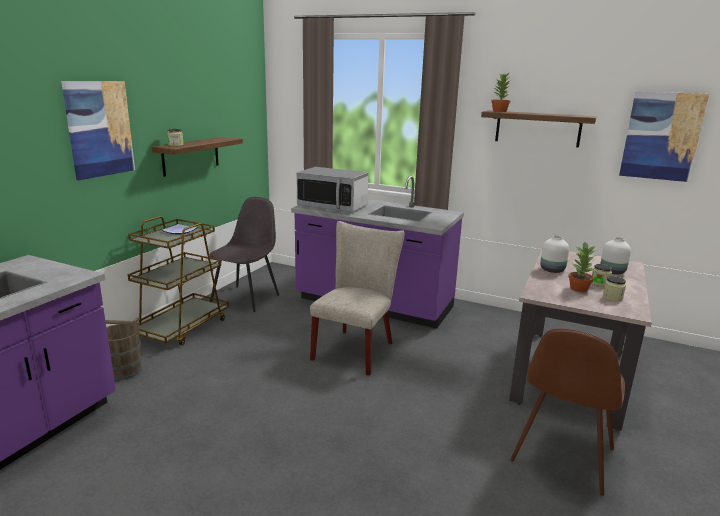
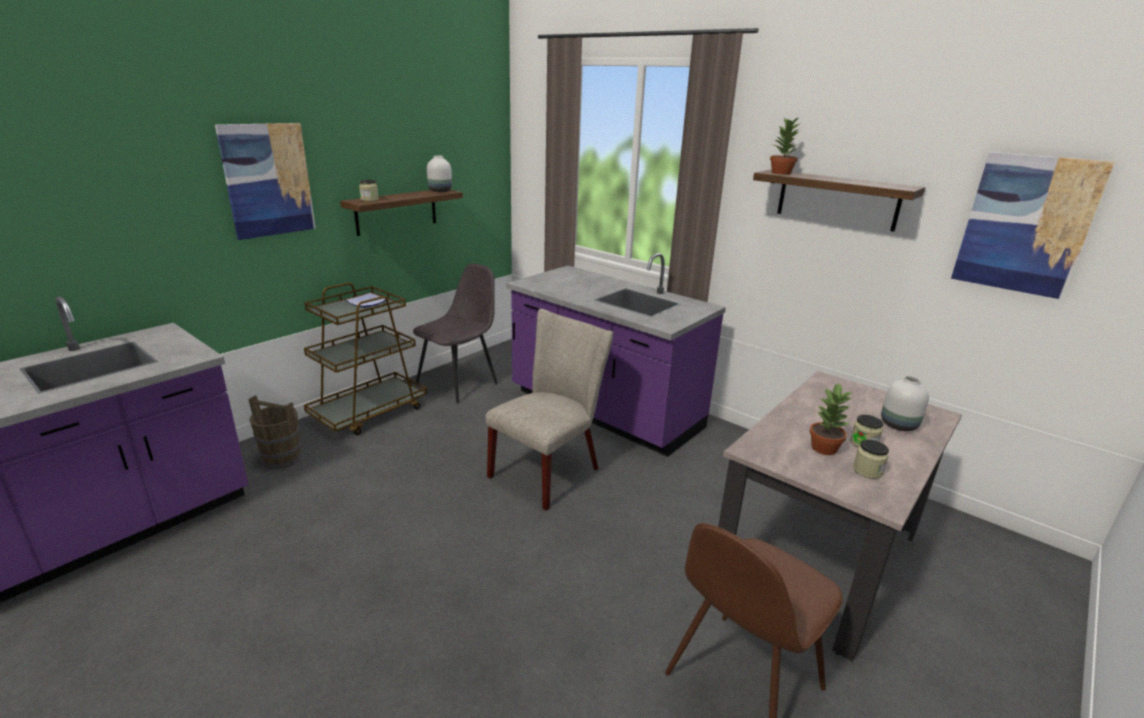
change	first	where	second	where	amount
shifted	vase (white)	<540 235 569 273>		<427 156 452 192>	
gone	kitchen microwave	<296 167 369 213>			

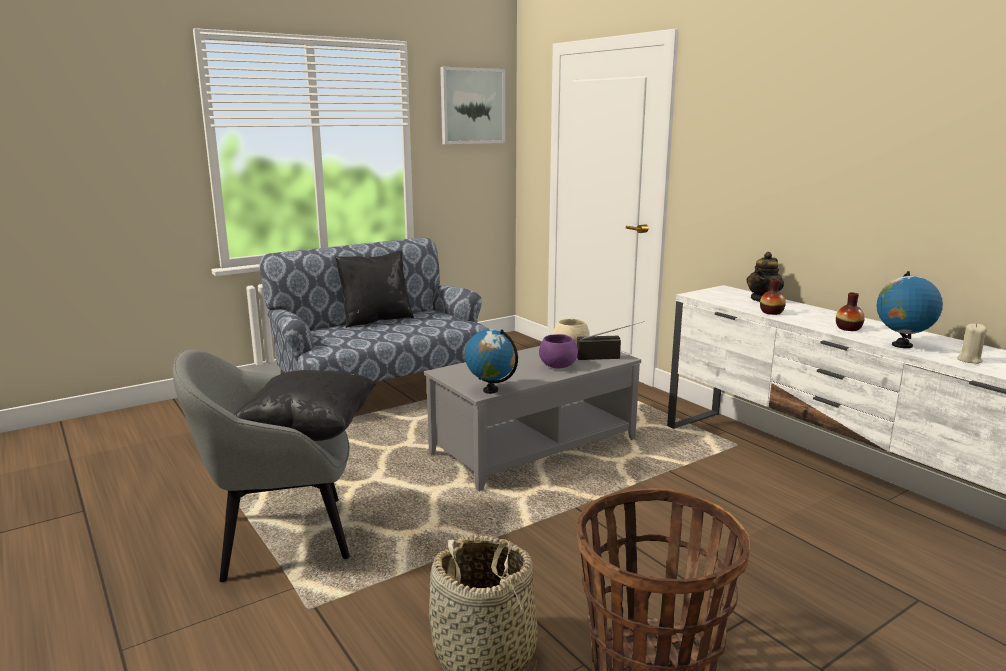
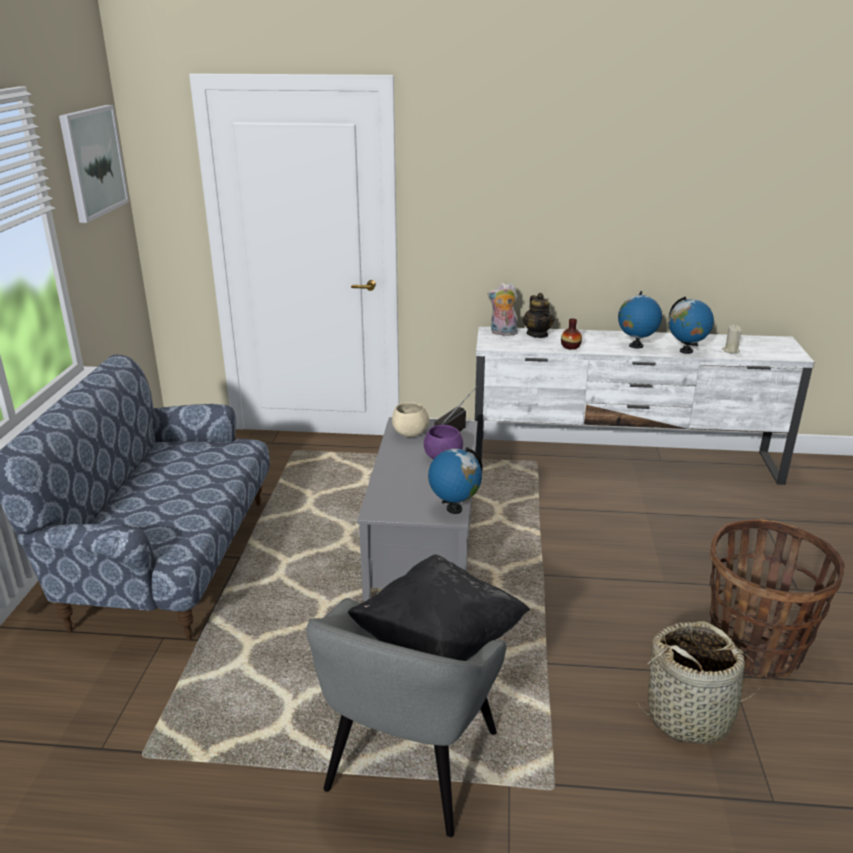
change	first	where	second	where	amount
new			cuddly toy	<488 283 518 337>	
swapped	vase	<836 293 865 331>	world globe	<618 291 662 348>	
gone	throw pillow (blackish)	<335 250 414 328>			

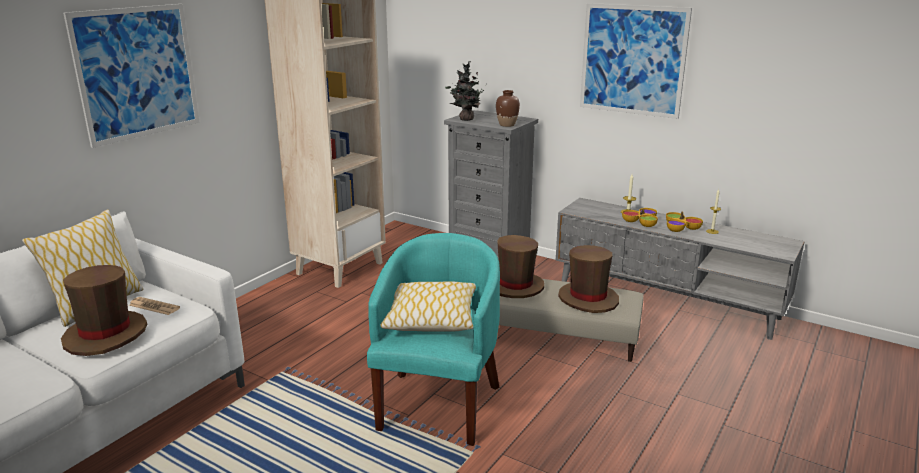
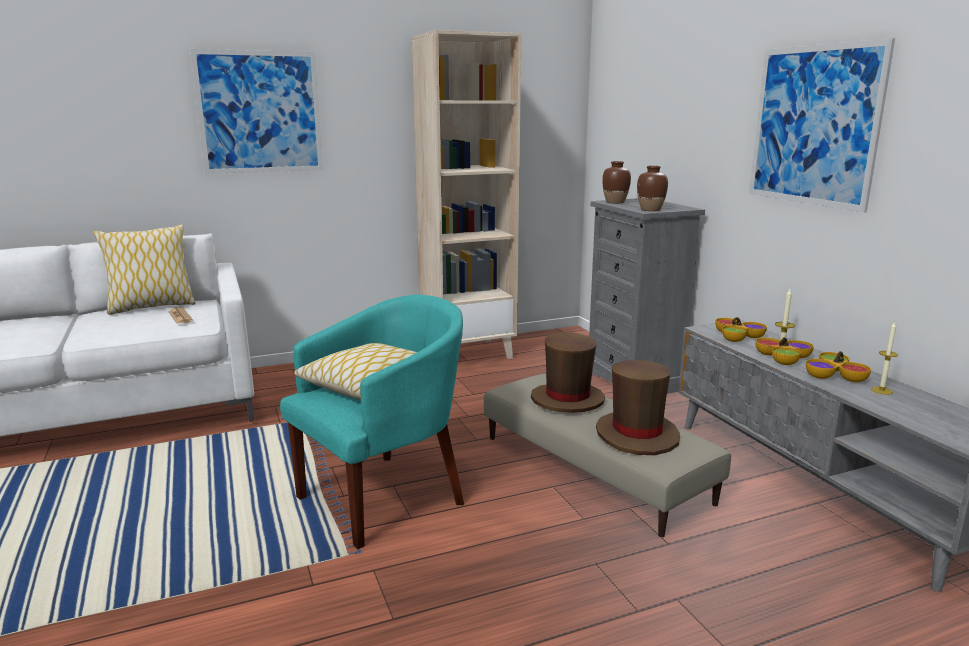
change	first	where	second	where	amount
swapped	plant in a pot	<445 61 484 121>	vase (brownish)	<602 161 631 204>	
new			serving bowl	<715 317 767 342>	
gone	hat (brownish)	<61 265 147 356>			

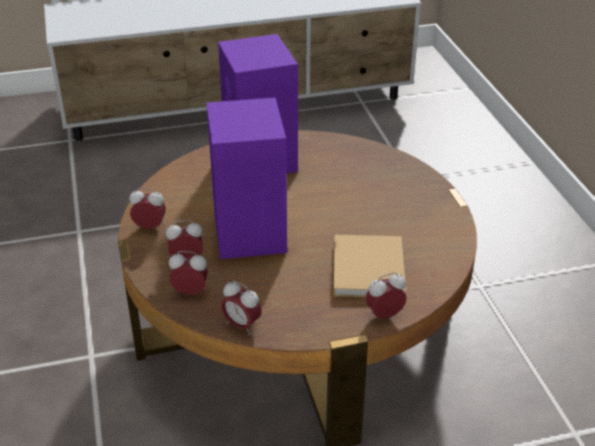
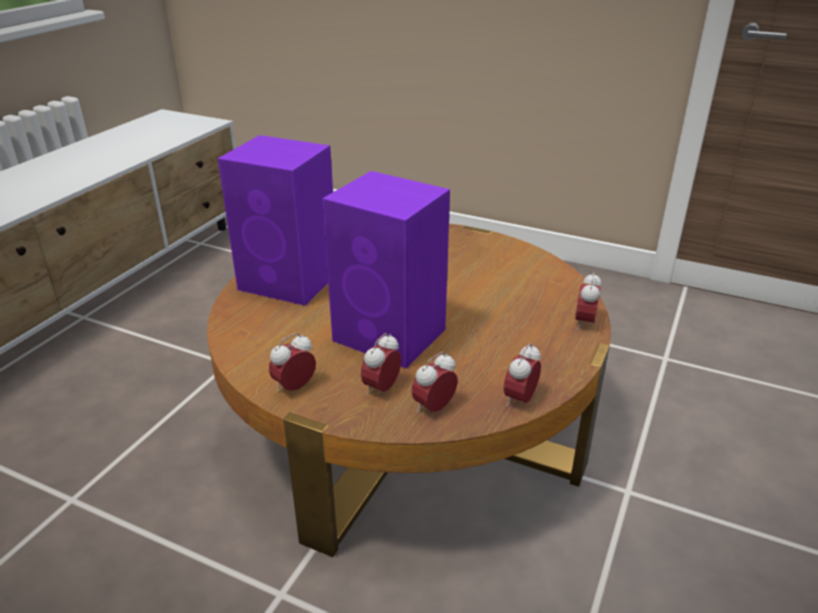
change	first	where	second	where	amount
rotated	alarm clock	<221 281 262 335>		<504 343 541 407>	135 degrees clockwise
gone	bound book (sand-coloured)	<334 235 406 297>			

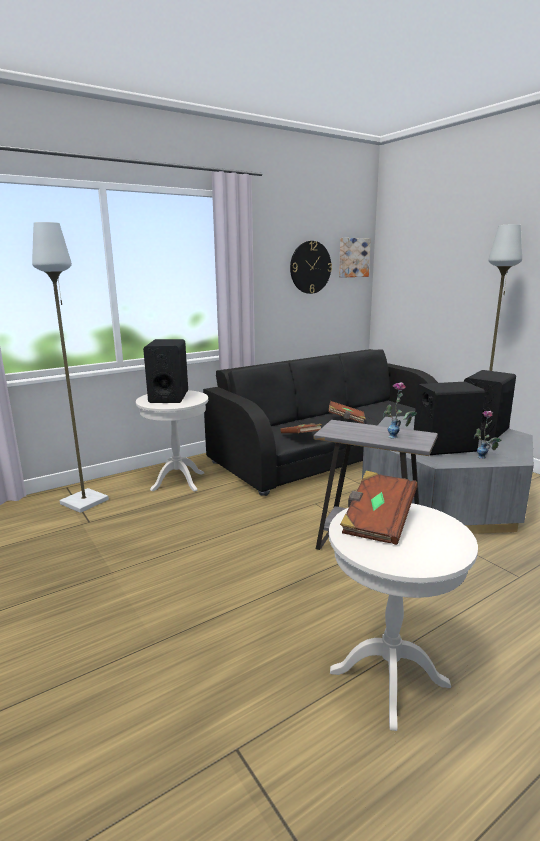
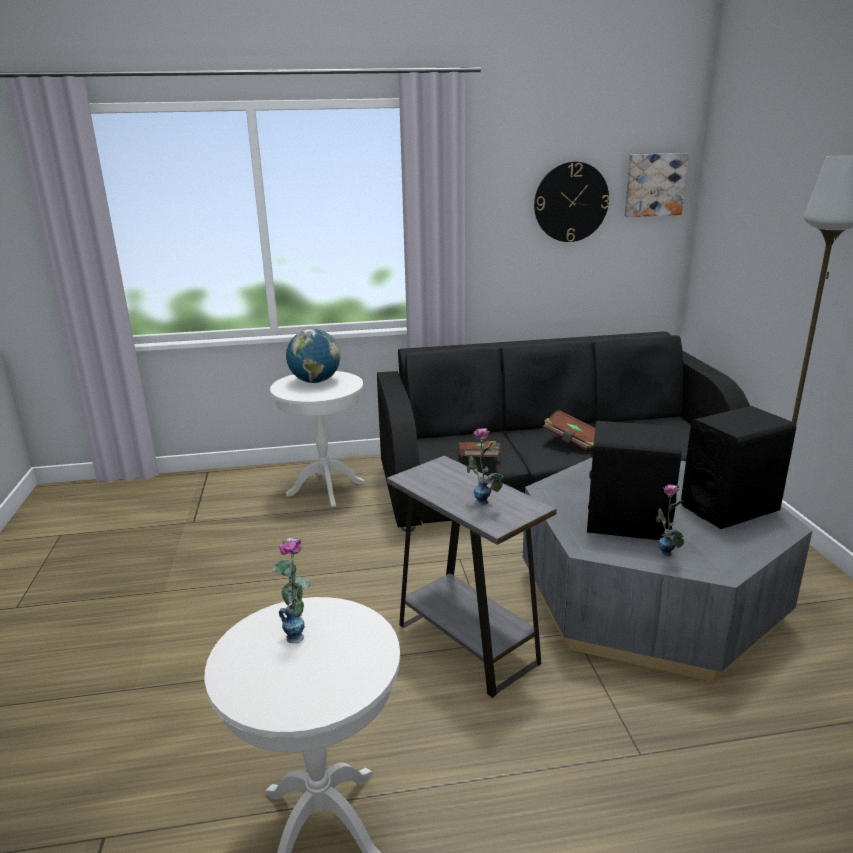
change	first	where	second	where	amount
swapped	bound book (brownish)	<340 471 418 545>	vase	<273 537 311 643>	
swapped	speaker (blackish)	<143 339 188 403>	world globe	<286 329 341 383>	
gone	standard lamp (gray)	<32 222 109 513>			

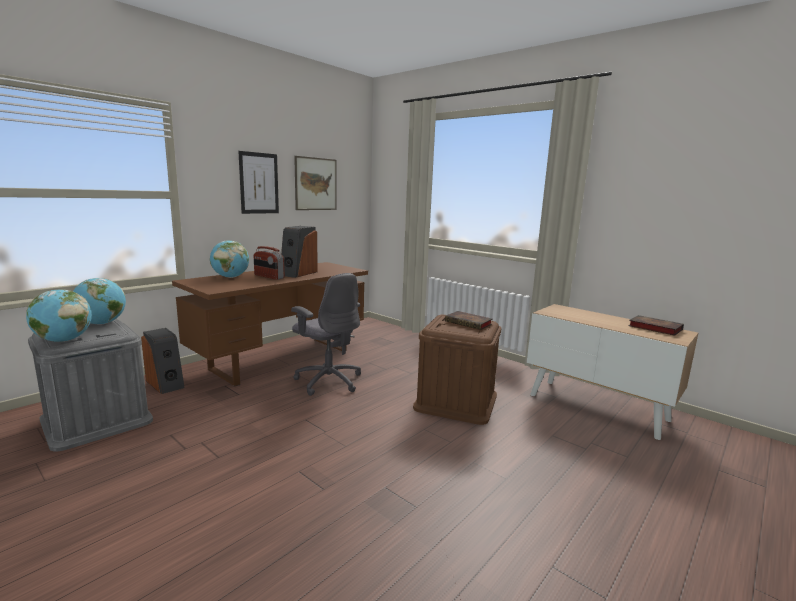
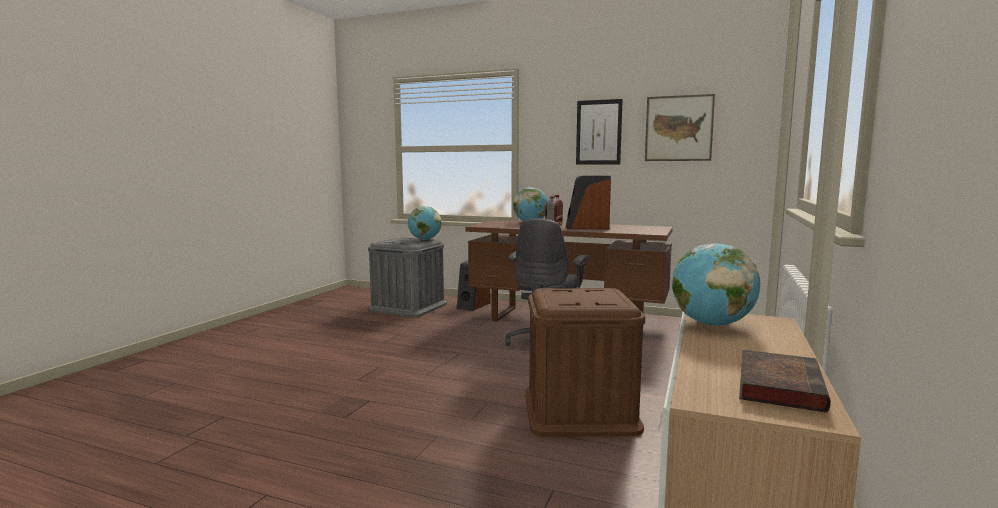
change	first	where	second	where	amount
shifted	world globe	<26 289 92 342>		<672 244 760 326>	
gone	bound book	<445 311 492 330>			

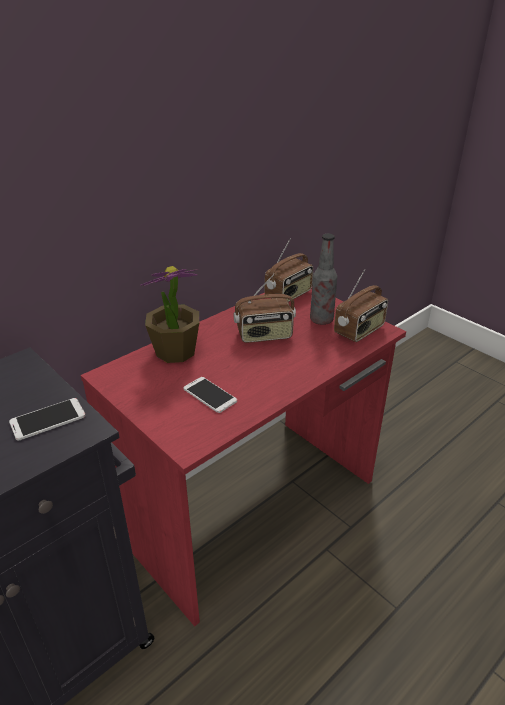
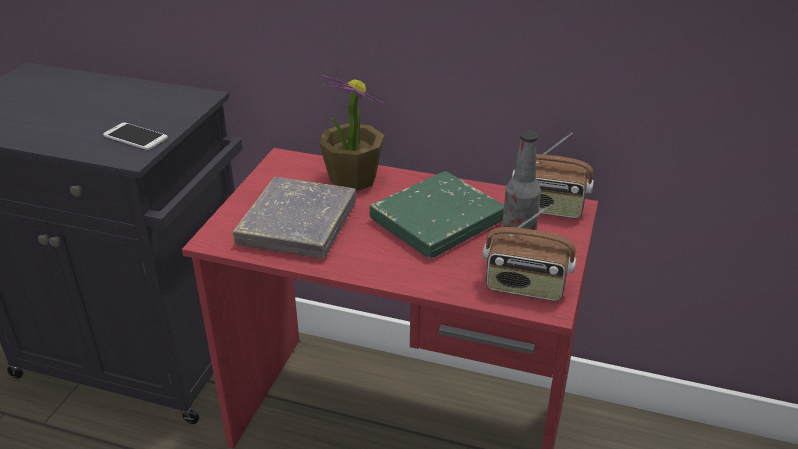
change	first	where	second	where	amount
swapped	telephone	<183 377 237 413>	bound book (gray)	<233 177 356 258>	
swapped	radio set	<233 275 296 343>	bound book (green-coloured)	<369 171 504 258>	

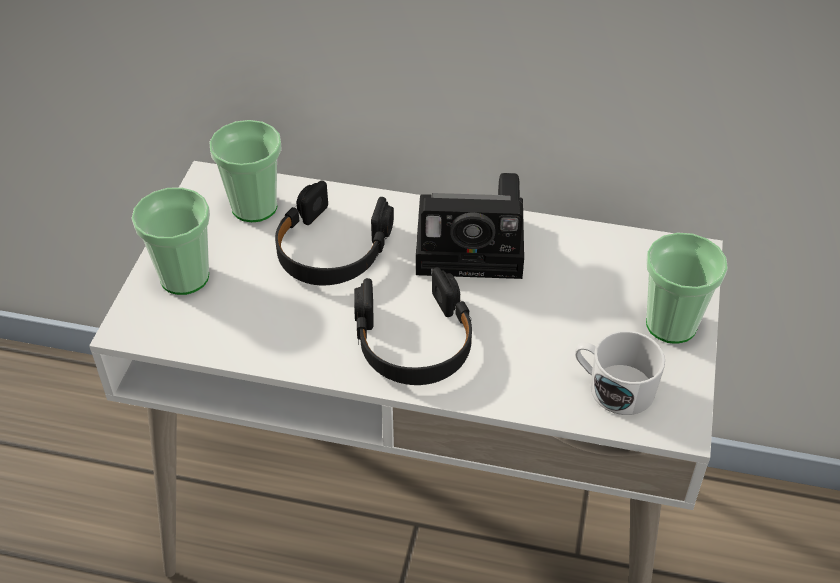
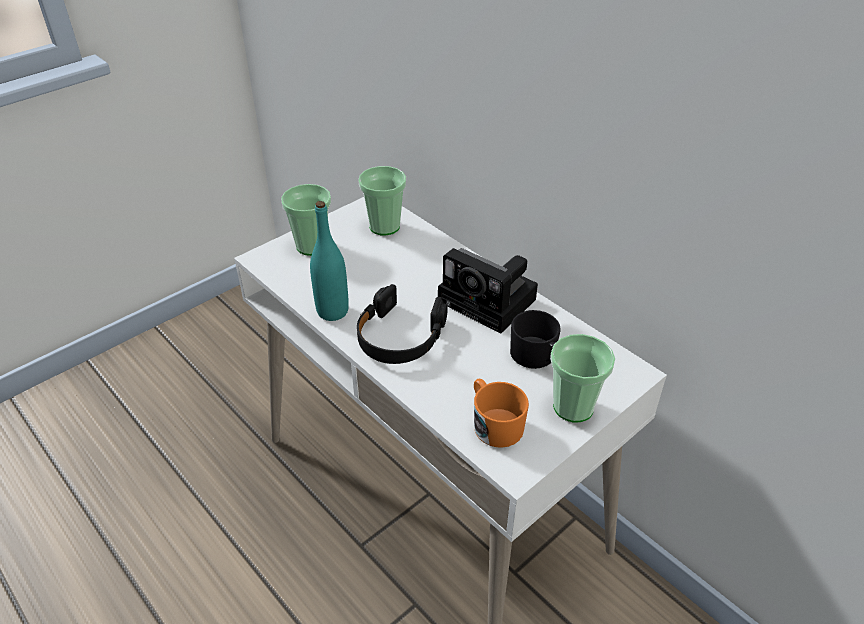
change	first	where	second	where	amount
new			beverage bottle (turquoise-coloured)	<310 201 349 321>	
repainted	tea mug (white)	<575 331 665 415>	tea mug (orange-coloured)	<474 379 529 448>	
new			tea mug (blackish)	<510 310 560 369>	
gone	headset (blackish)	<275 180 394 285>			

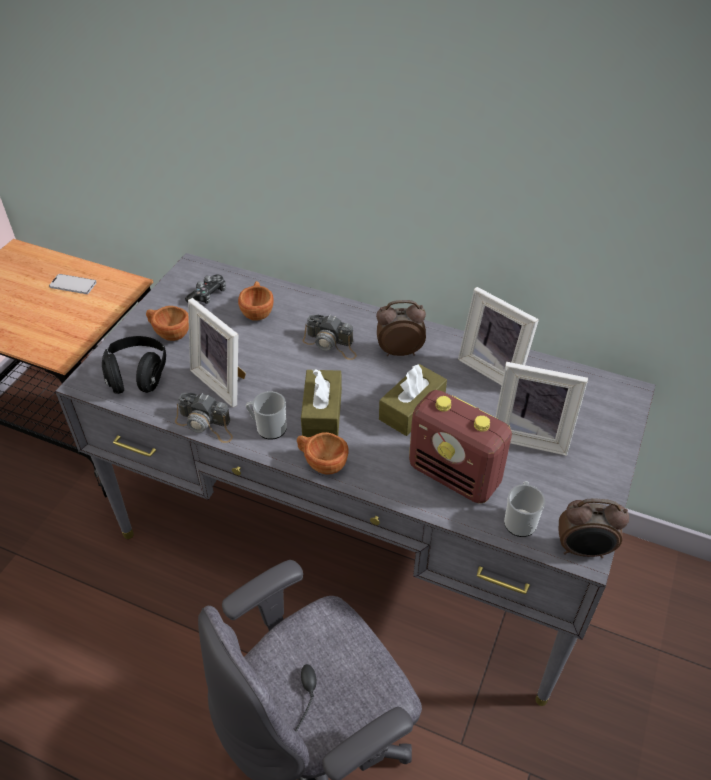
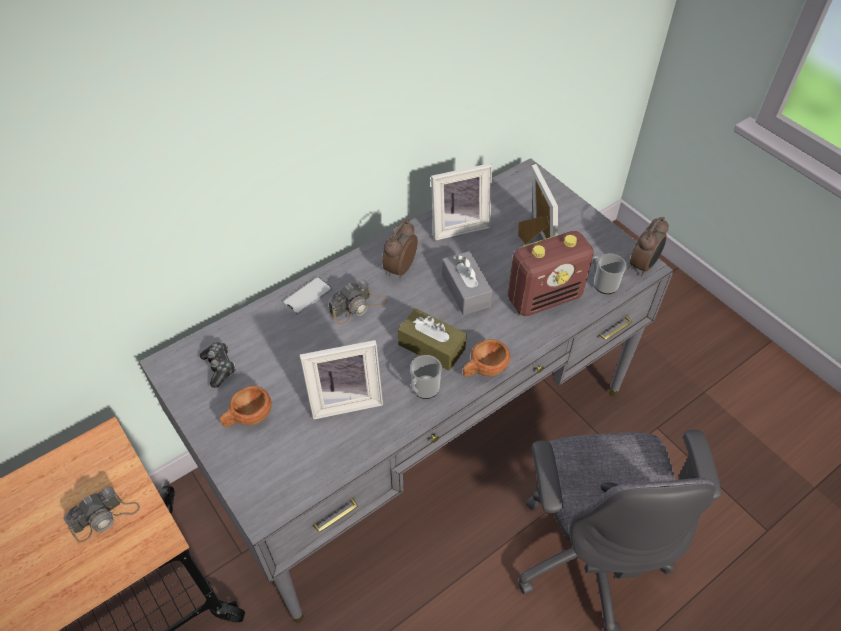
change	first	where	second	where	amount
shifted	still camera	<175 392 233 443>		<63 487 140 543>	
shifted	telephone	<49 274 97 294>		<283 277 332 315>	
repainted	box of tissues (brownish)	<379 364 447 436>	box of tissues (gray)	<442 251 493 315>	
rotated	standing frame	<495 362 588 456>		<518 164 558 244>	60 degrees counterclockwise
gone	headset (blackish)	<102 336 166 394>			
gone	cup (brownish)	<238 281 274 321>			

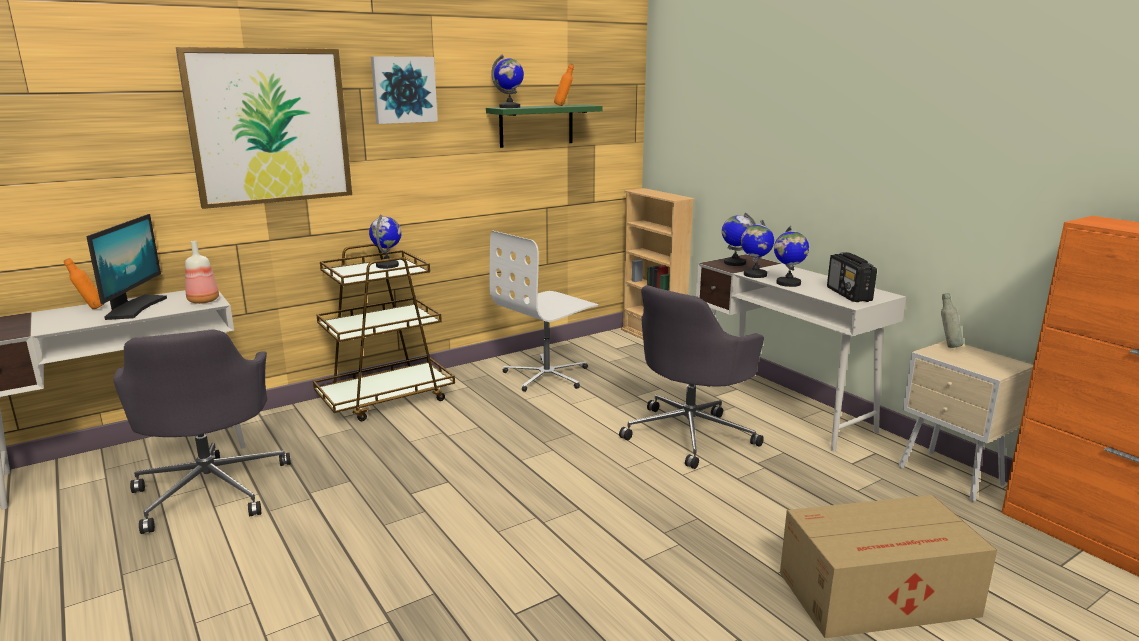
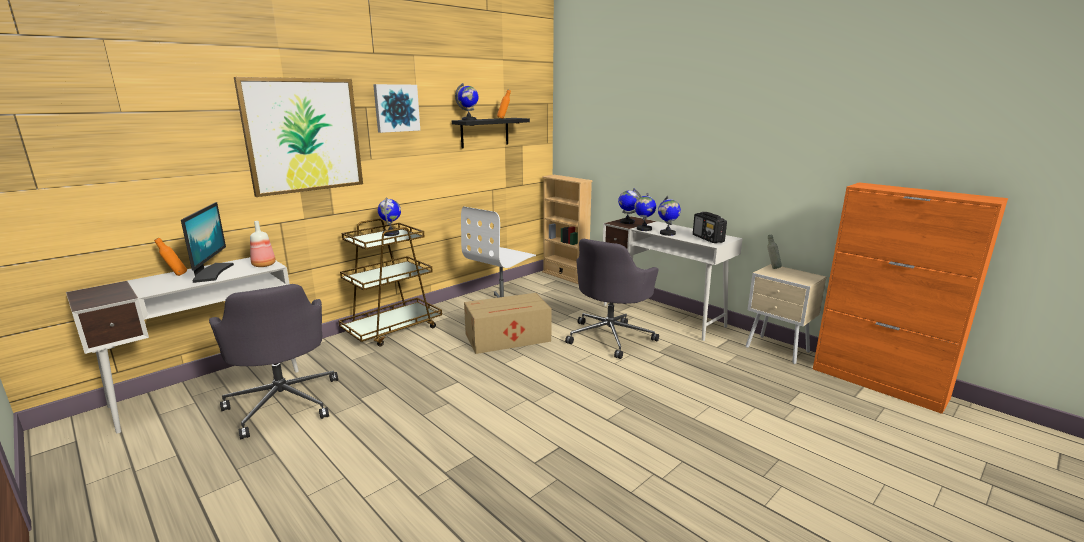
change	first	where	second	where	amount
repainted	shelf (green-coloured)	<486 105 603 148>	shelf (blackish)	<452 118 530 148>	
shifted	cardboard box	<780 495 997 638>		<464 293 552 354>	

